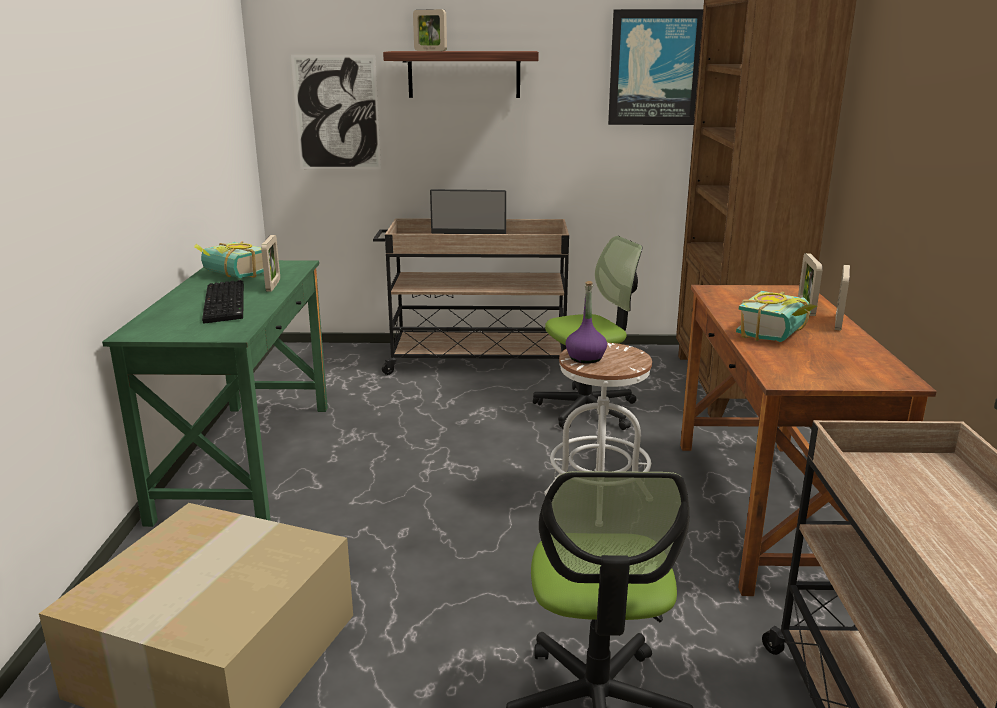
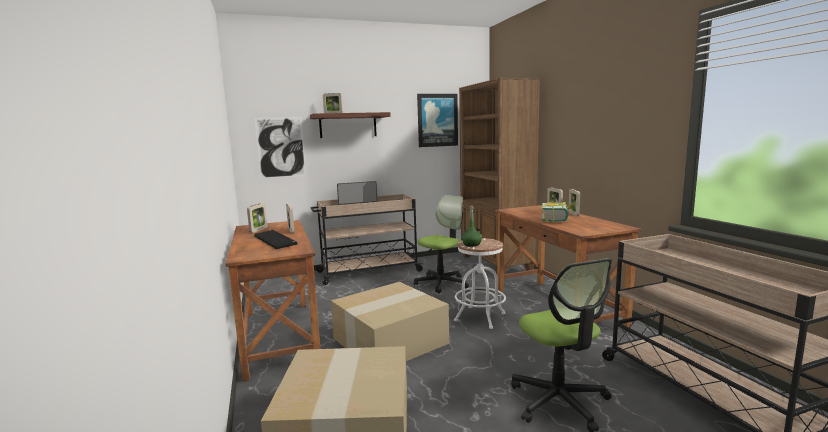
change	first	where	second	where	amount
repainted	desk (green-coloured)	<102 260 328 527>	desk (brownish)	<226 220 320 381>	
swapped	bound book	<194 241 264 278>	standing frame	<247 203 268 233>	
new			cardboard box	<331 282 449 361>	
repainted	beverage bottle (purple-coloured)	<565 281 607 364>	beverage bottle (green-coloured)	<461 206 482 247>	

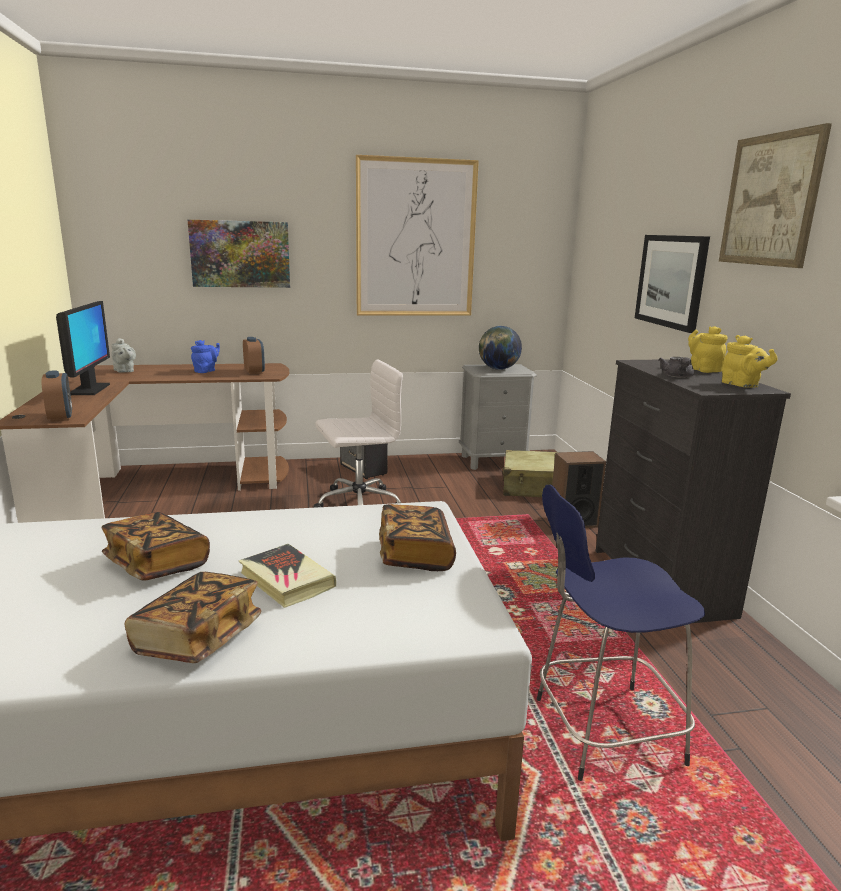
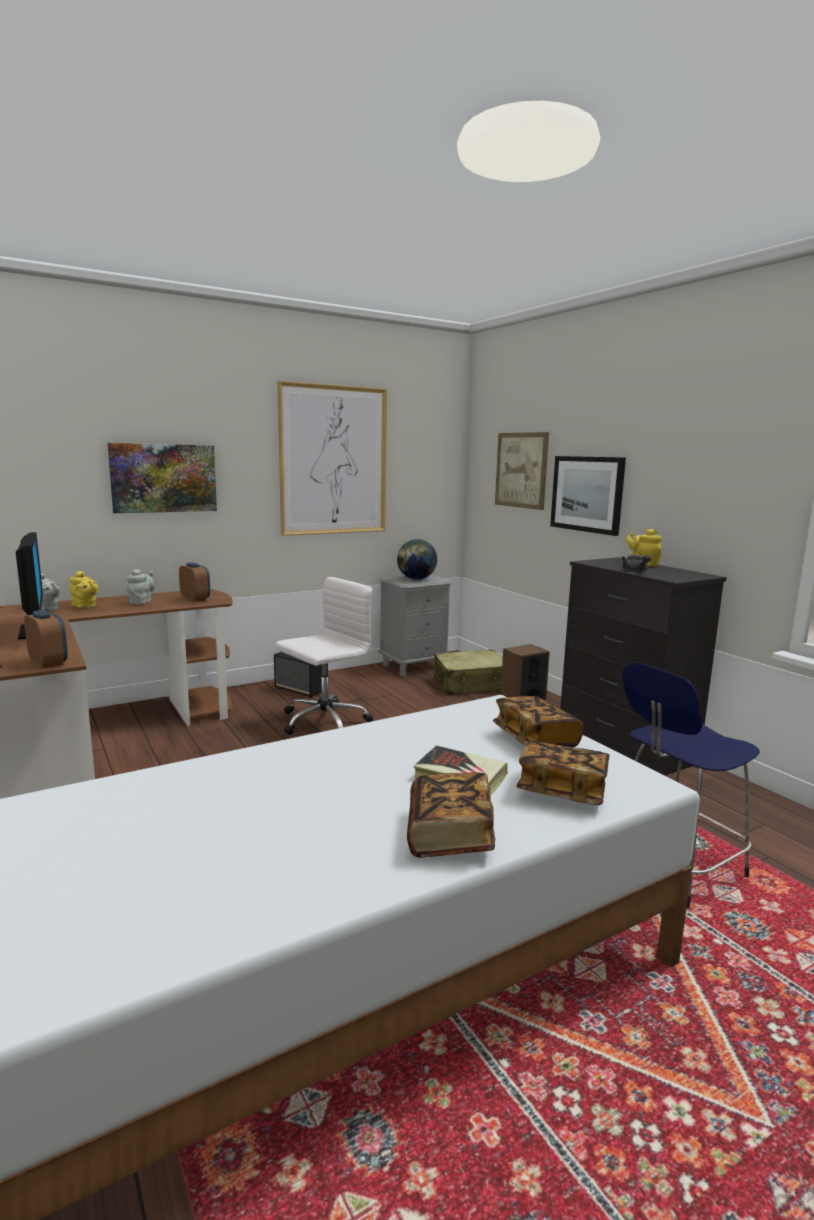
change	first	where	second	where	amount
shifted	teapot (yellow-coloured)	<722 335 778 388>		<70 571 98 608>	
repainted	teapot (blue)	<191 340 220 373>	teapot (gray)	<126 569 154 605>	
shifted	wall picture	<719 123 832 268>		<495 432 549 510>	
shifted	bound book	<101 512 210 581>		<516 741 610 805>	

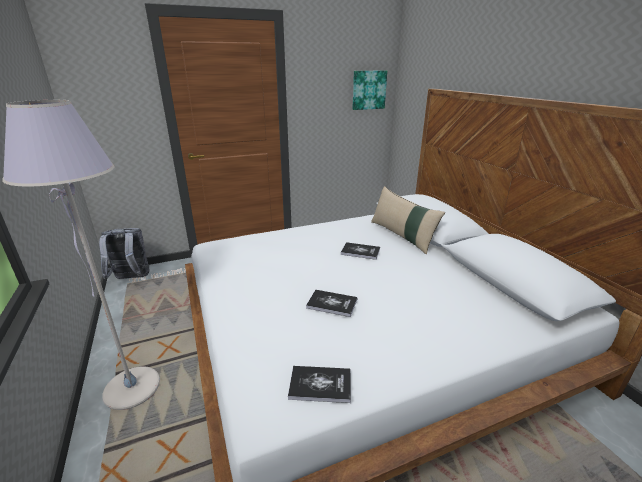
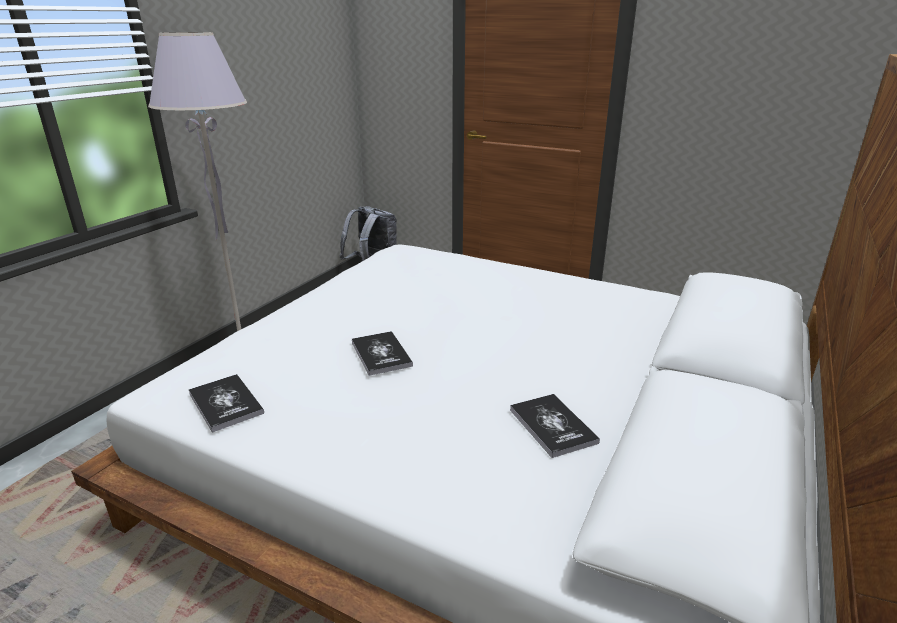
change	first	where	second	where	amount
shifted	bound book	<341 242 380 260>		<510 394 600 458>	
gone	wall picture	<352 71 387 110>			
gone	throw pillow (sand-coloured)	<371 186 445 254>			

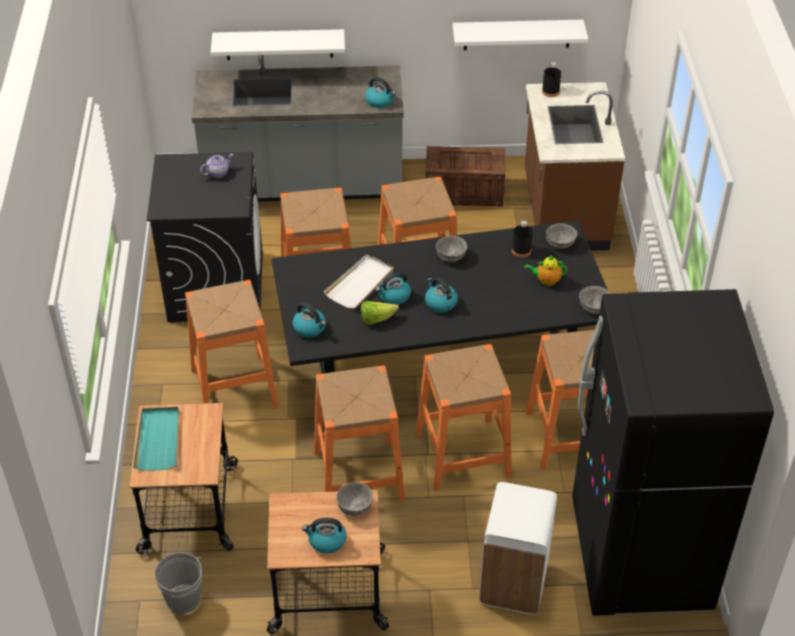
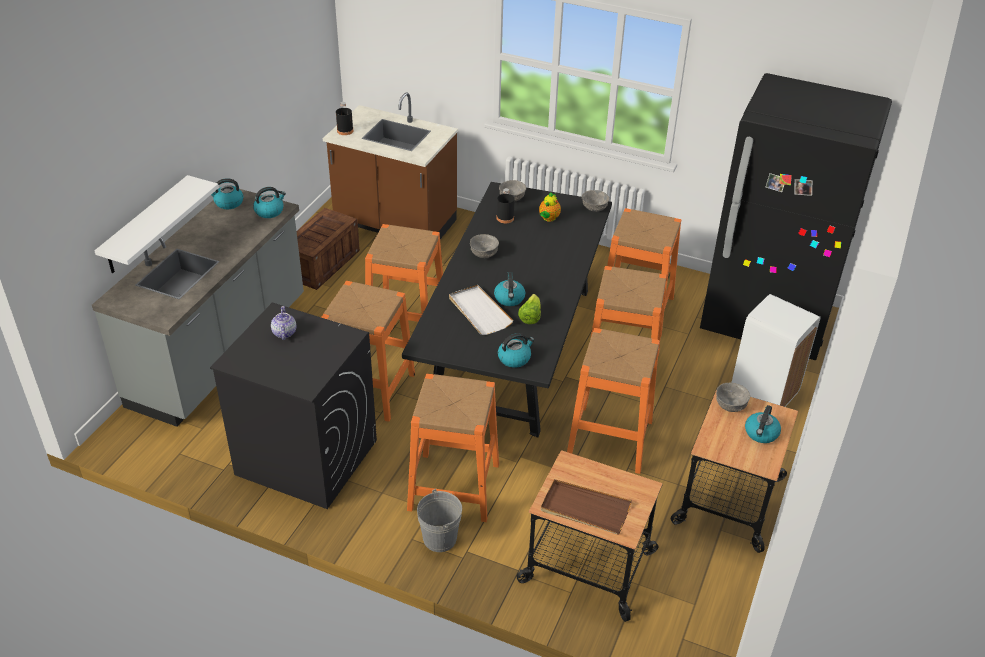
change	first	where	second	where	amount
shifted	tea kettle	<425 278 458 313>		<211 178 243 209>	
shifted	water bucket (gray)	<155 553 202 614>		<417 489 462 552>	
repainted	carrying tray (turquoise-coloured)	<133 407 179 471>	carrying tray (brownish)	<541 479 632 535>	
gone	shelf (white)	<453 20 588 50>			

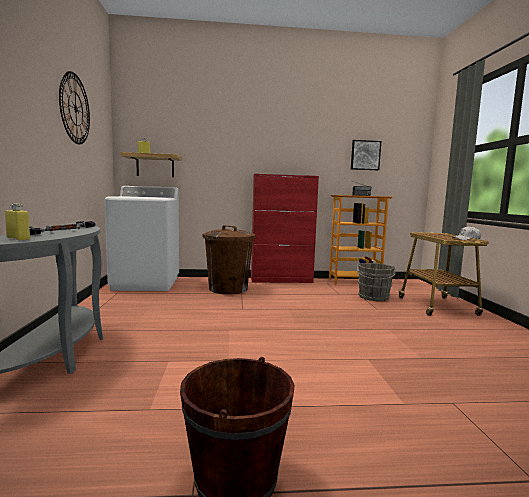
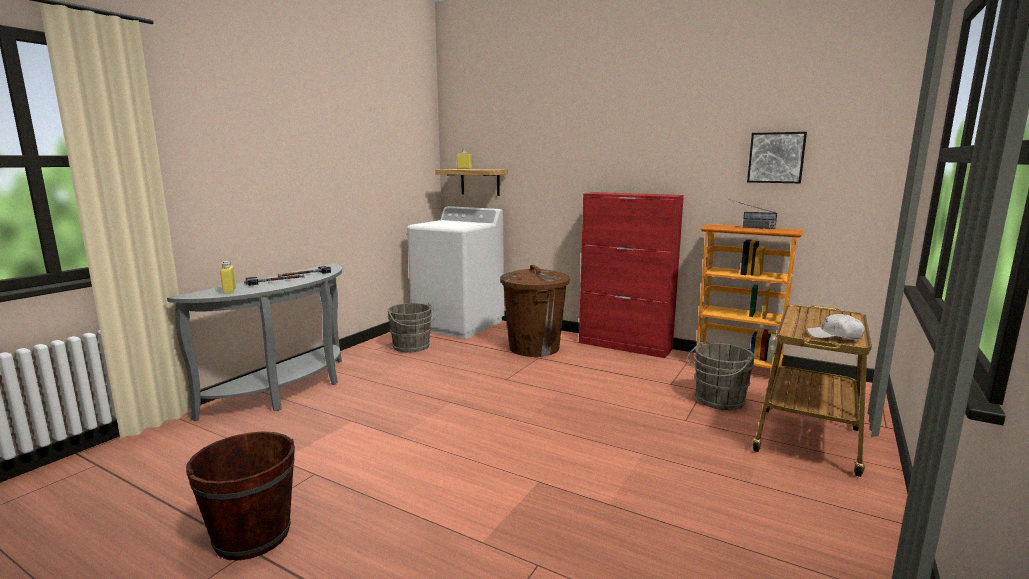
change	first	where	second	where	amount
new			water bucket (gray)	<387 303 436 353>	
gone	clock on the wall	<59 71 90 144>			

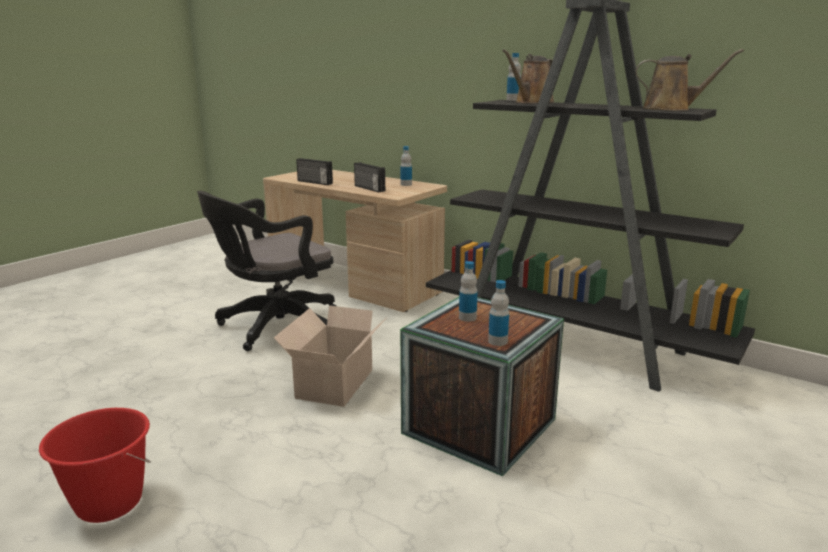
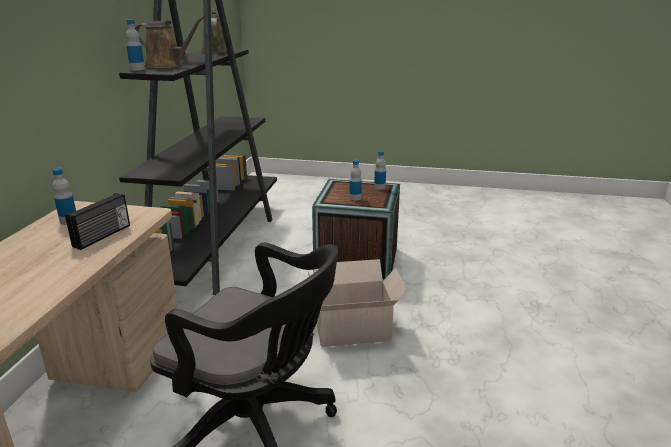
change	first	where	second	where	amount
gone	water bucket (red)	<39 408 151 523>			
gone	radio set	<296 158 333 185>			

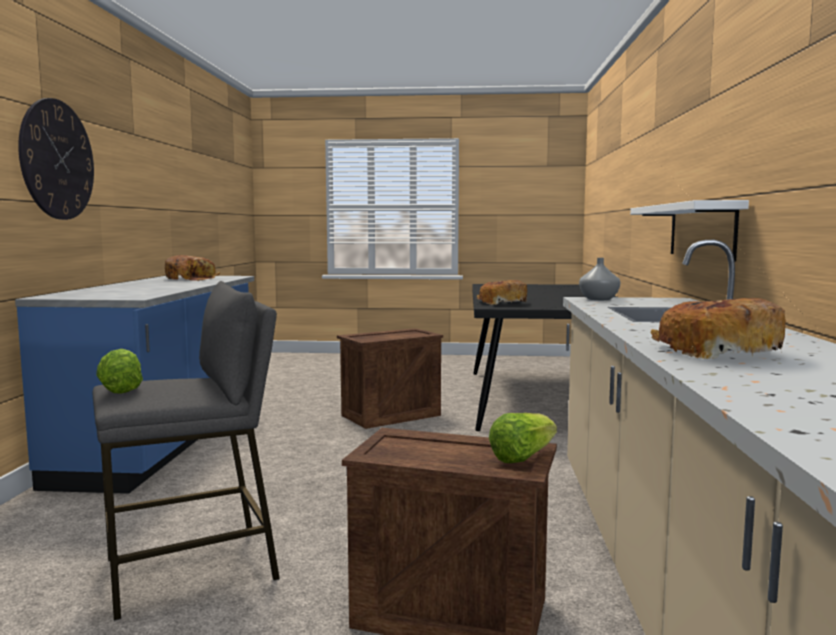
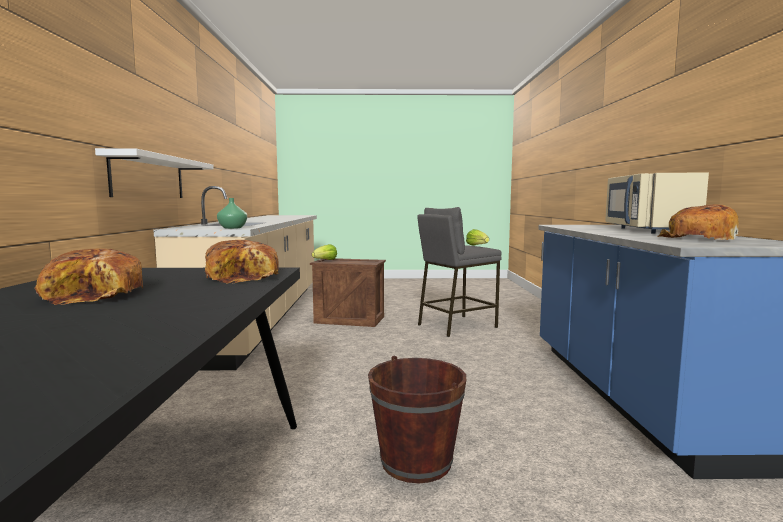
change	first	where	second	where	amount
shifted	bakery bread	<651 298 786 359>		<35 249 143 305>	
repainted	vase (gray)	<579 258 620 300>	vase (green-coloured)	<217 198 247 229>	
swapped	packing crate	<337 328 443 429>	water bucket (brownish)	<368 356 466 483>	
new			kitchen microwave (sand-coloured)	<605 172 709 234>	
gone	clock on the wall	<18 98 94 220>			

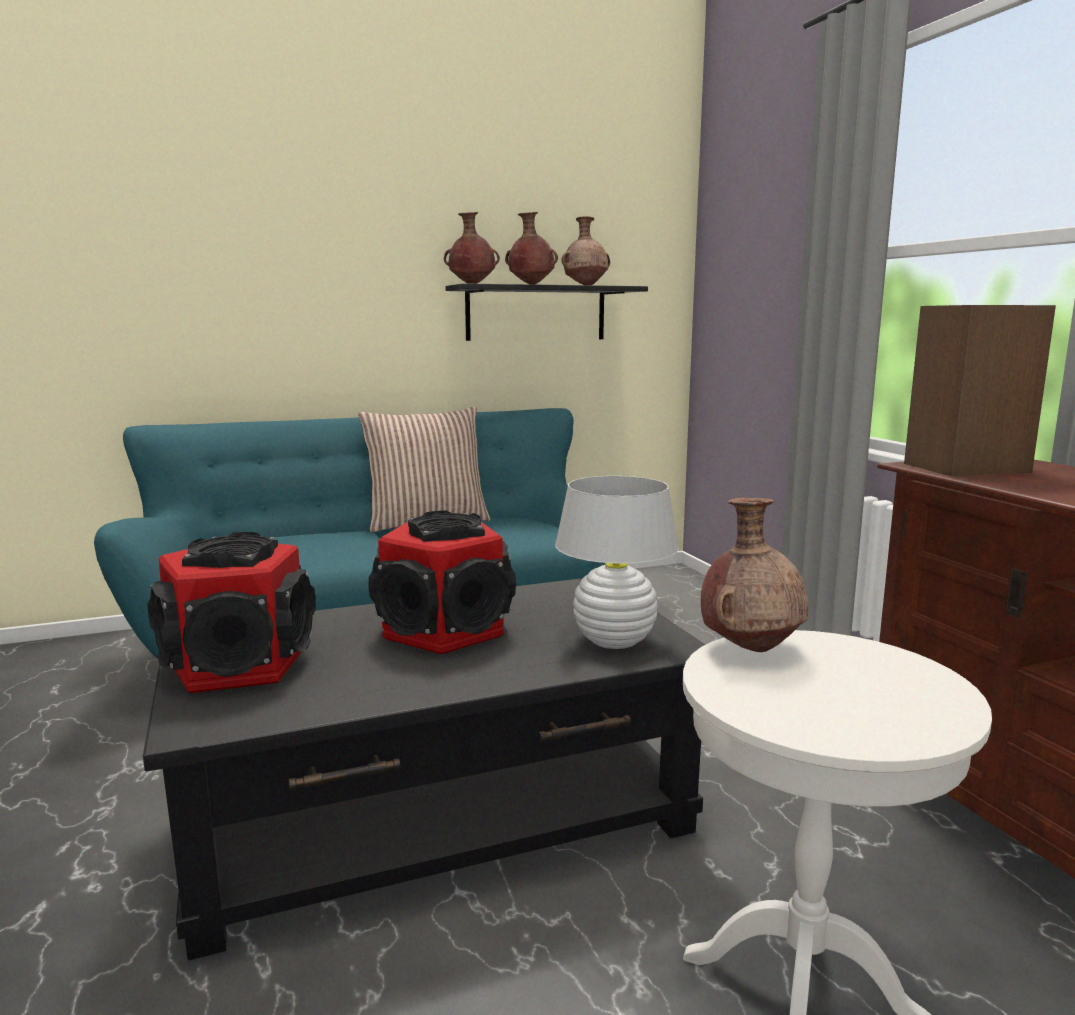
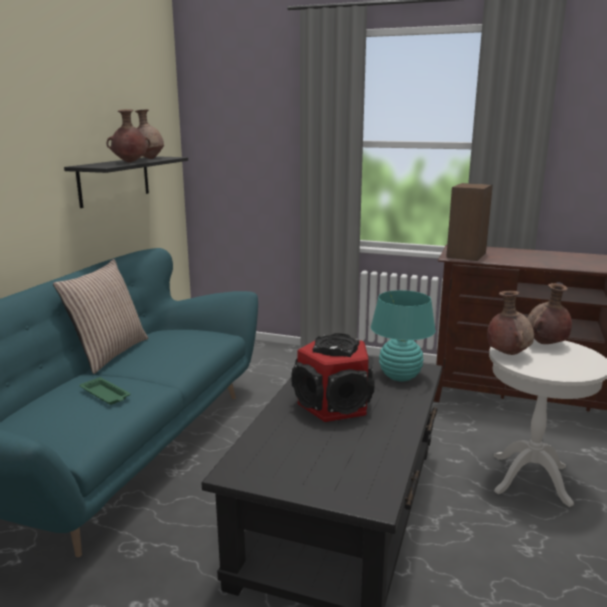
change	first	where	second	where	amount
new			carrying tray (green-coloured)	<80 377 130 405>	
repainted	lamp for a table (white)	<555 476 679 649>	lamp for a table (turquoise-coloured)	<371 290 436 382>	
shifted	vase (brownish)	<444 212 500 284>		<527 283 572 344>	
gone	speaker	<148 532 316 693>			

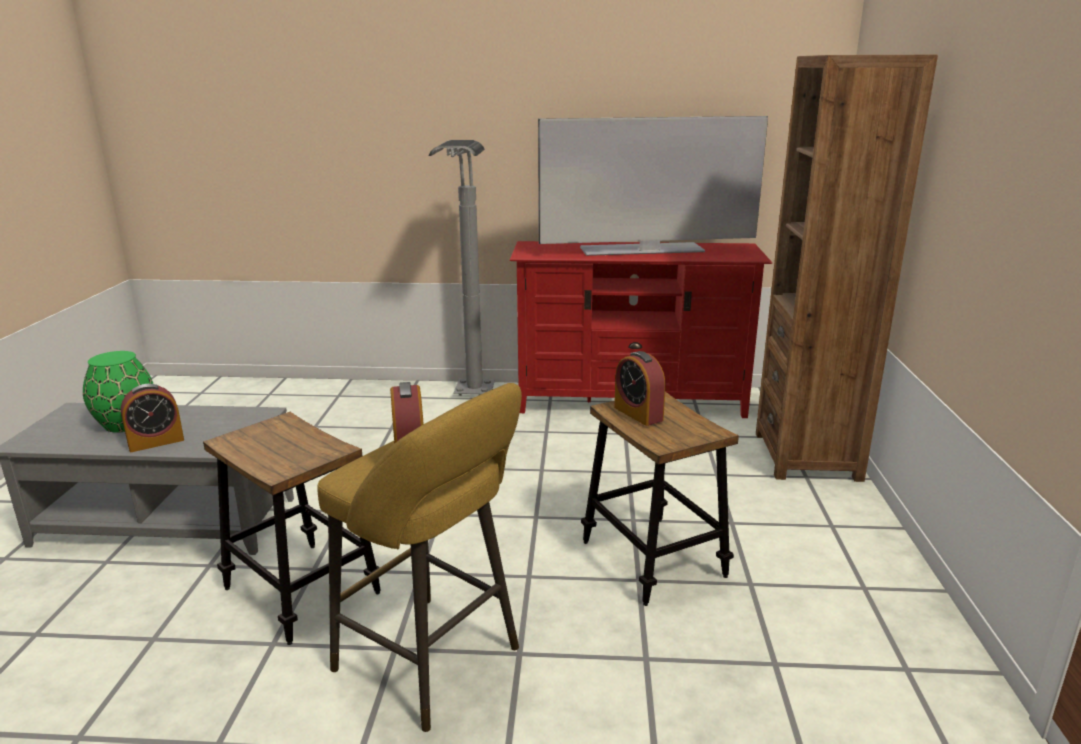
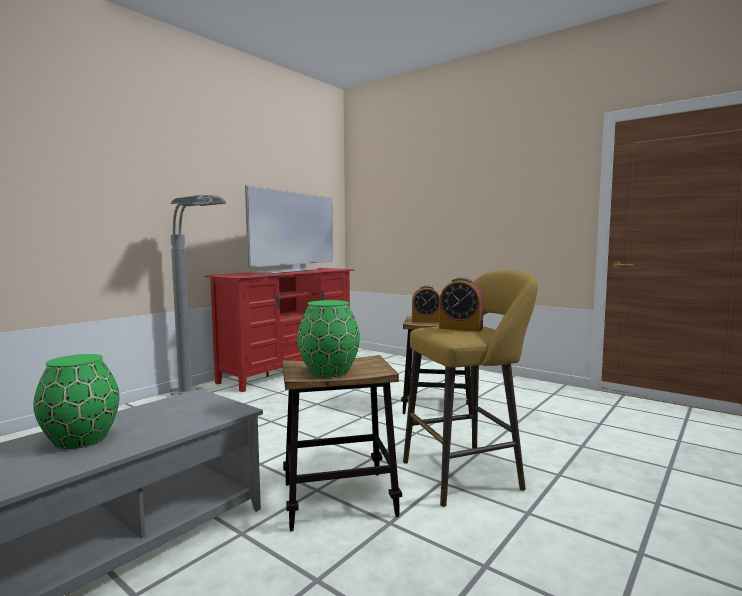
change	first	where	second	where	amount
new			vase (green-coloured)	<297 300 360 377>	
gone	alarm clock	<121 384 184 452>			
gone	bookcase (brownish)	<756 55 938 482>			

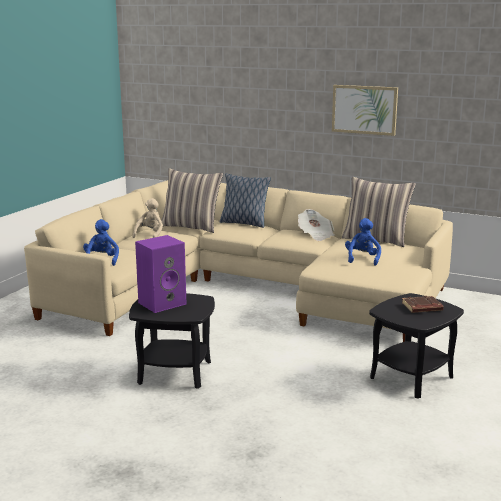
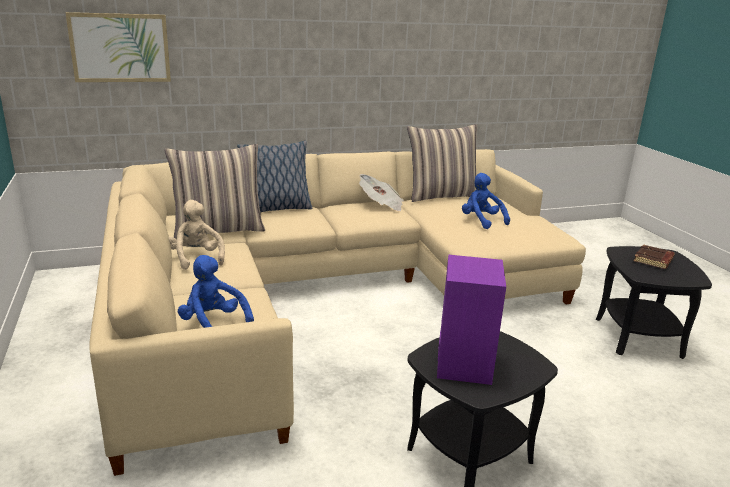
change	first	where	second	where	amount
shifted	wall picture	<332 85 398 136>		<66 12 171 82>	

